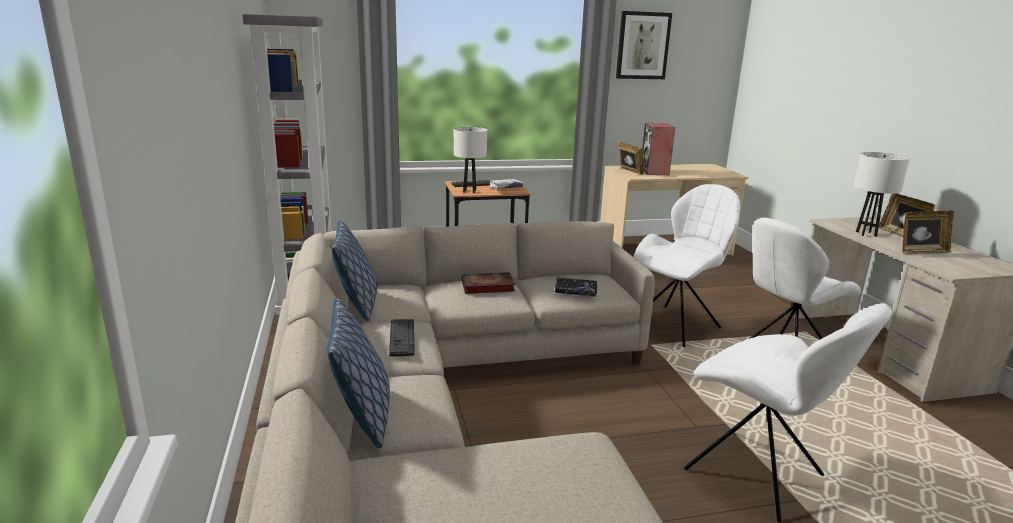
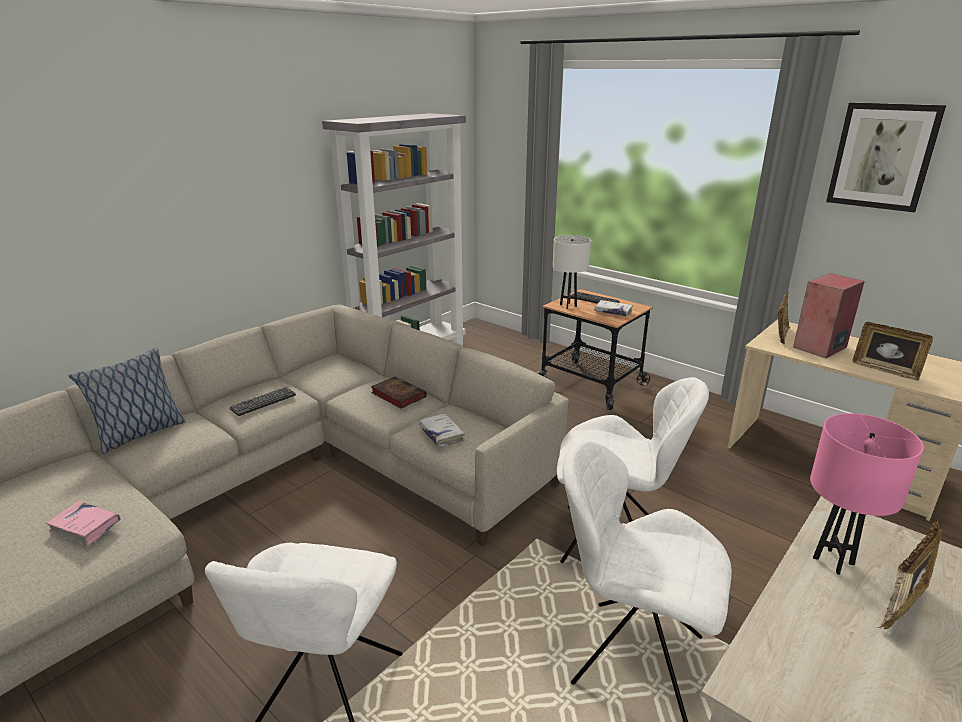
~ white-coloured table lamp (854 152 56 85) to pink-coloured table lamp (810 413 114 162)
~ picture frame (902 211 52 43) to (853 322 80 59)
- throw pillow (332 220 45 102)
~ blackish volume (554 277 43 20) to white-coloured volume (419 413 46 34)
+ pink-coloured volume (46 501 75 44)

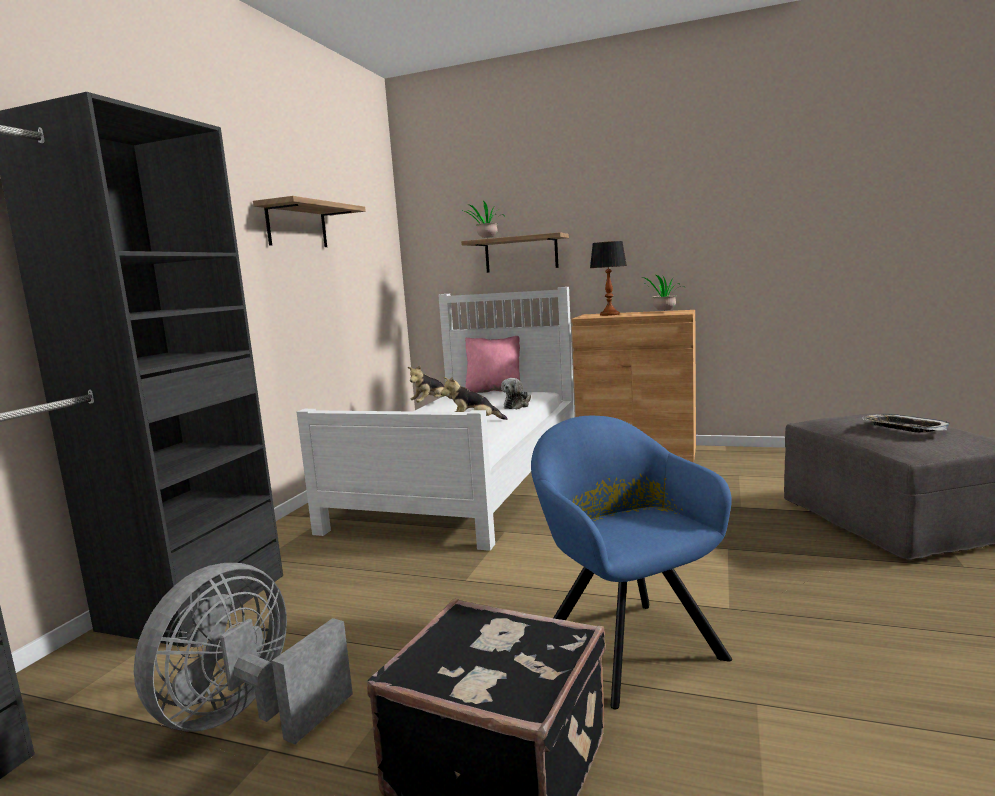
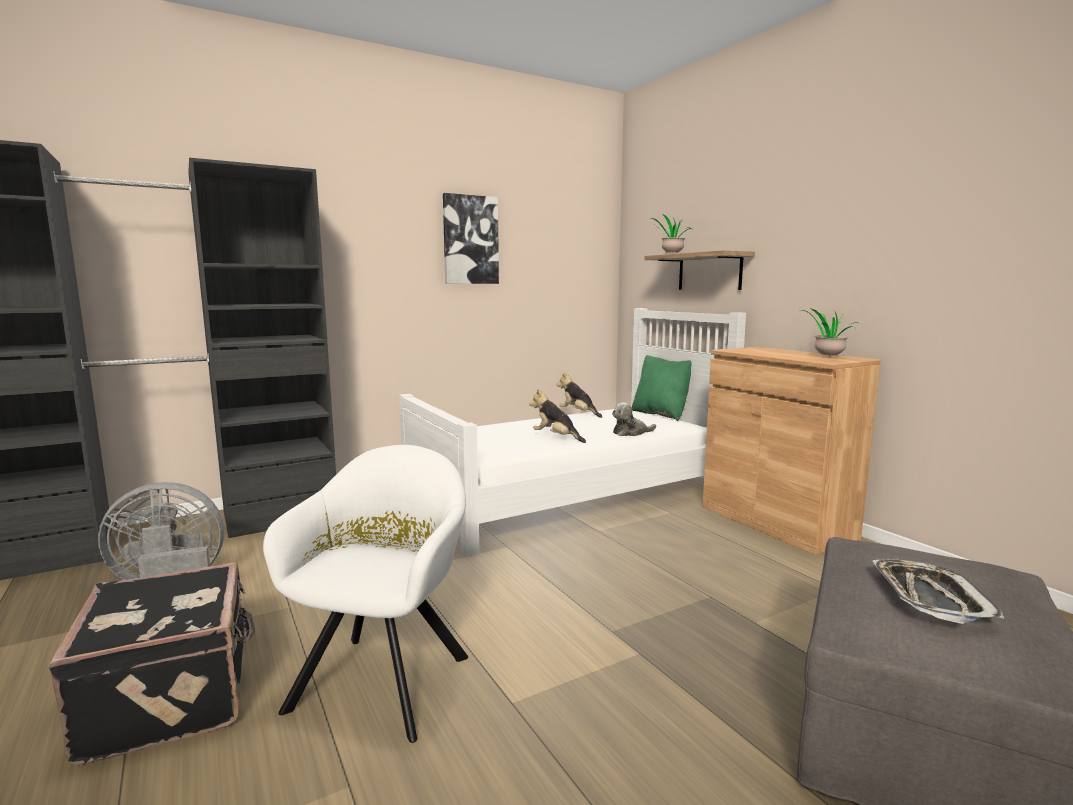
~ shelf (253 196 113 51) to wall art (443 193 56 91)
- table lamp (590 241 37 75)
~ pink-coloured throw pillow (465 336 55 57) to green throw pillow (632 355 60 66)
~ plush toy (408 365 44 38) = (556 373 46 45) 45 degrees clockwise
~ blue easy chair (531 416 201 293) to white-coloured easy chair (263 445 205 298)

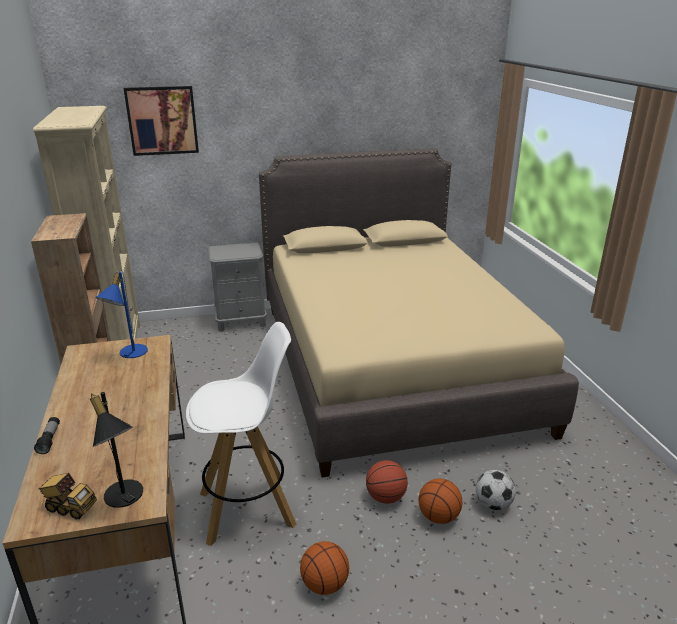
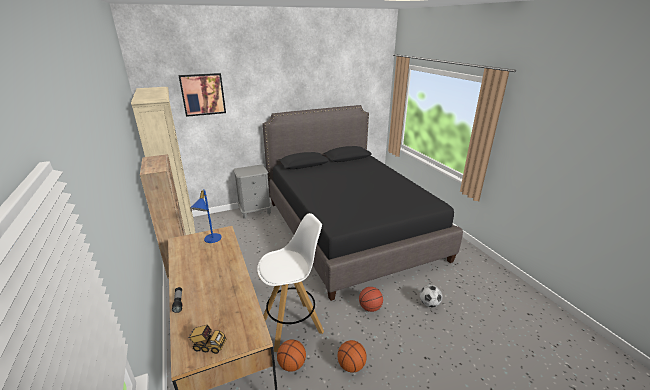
~ beige sleeping bed (259 148 320 330) to blackish sleeping bed (262 105 201 196)
- blackish table lamp (90 392 53 116)
~ ball for basketball (419 478 43 46) to (277 339 29 33)

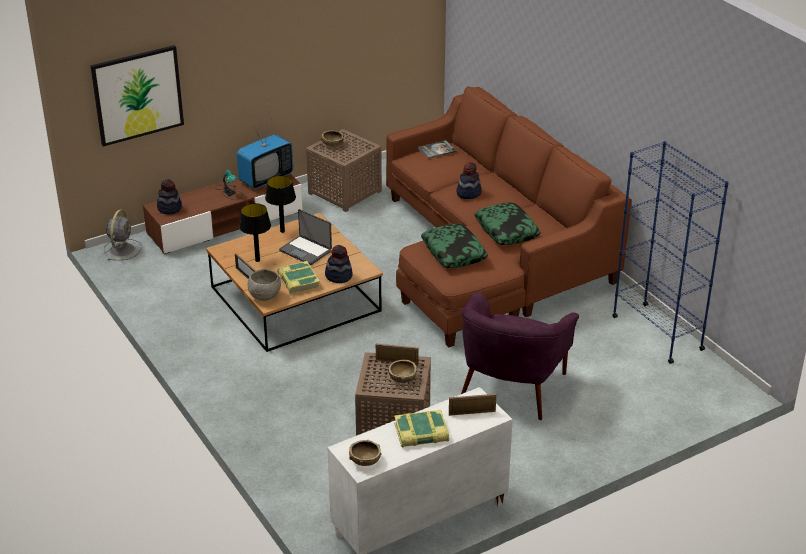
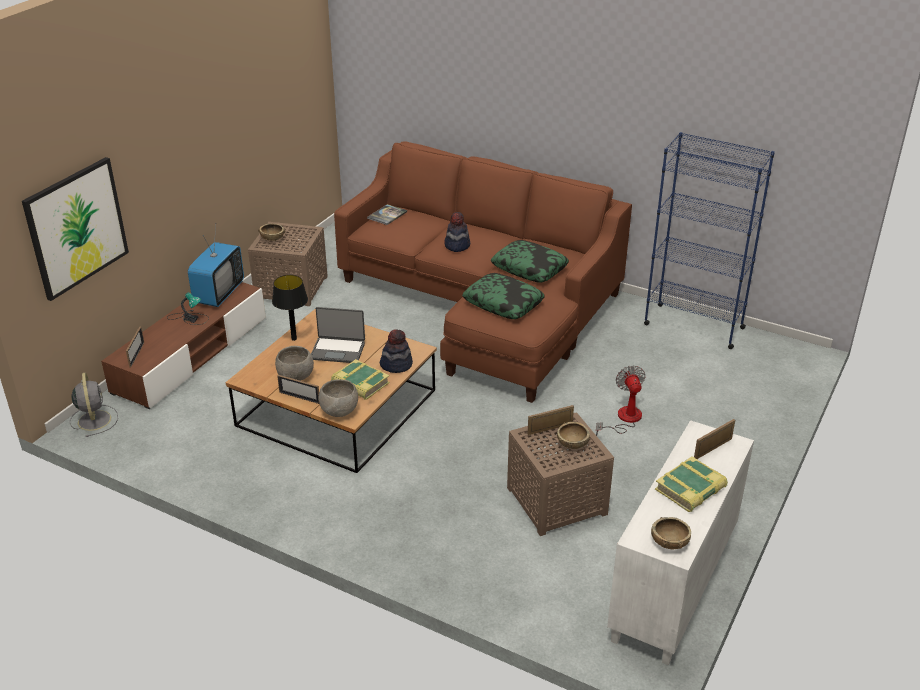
~ clothing hat (157 179 25 36) to picture frame (126 327 18 40)
~ blackish table lamp (239 203 32 59) to gray serving bowl (275 346 39 35)
~ purple-coloured easy chair (461 292 118 128) to electric fan (596 365 50 71)

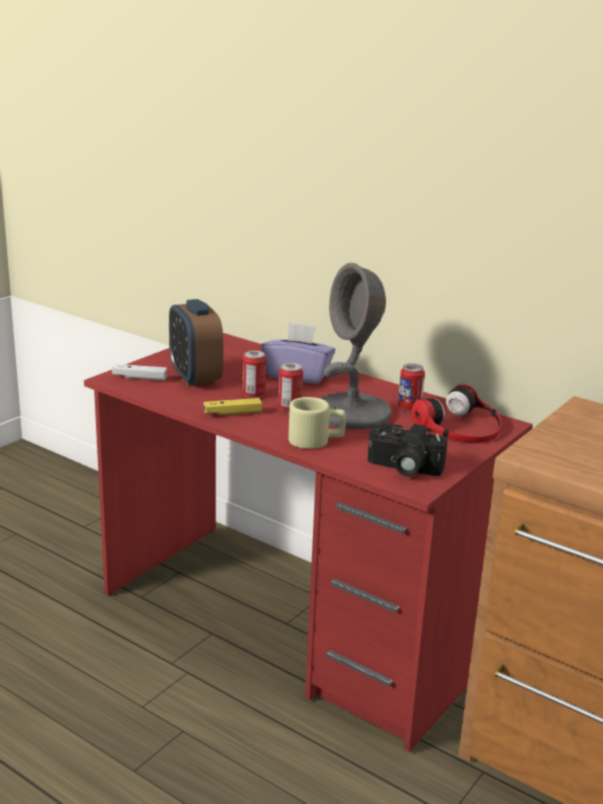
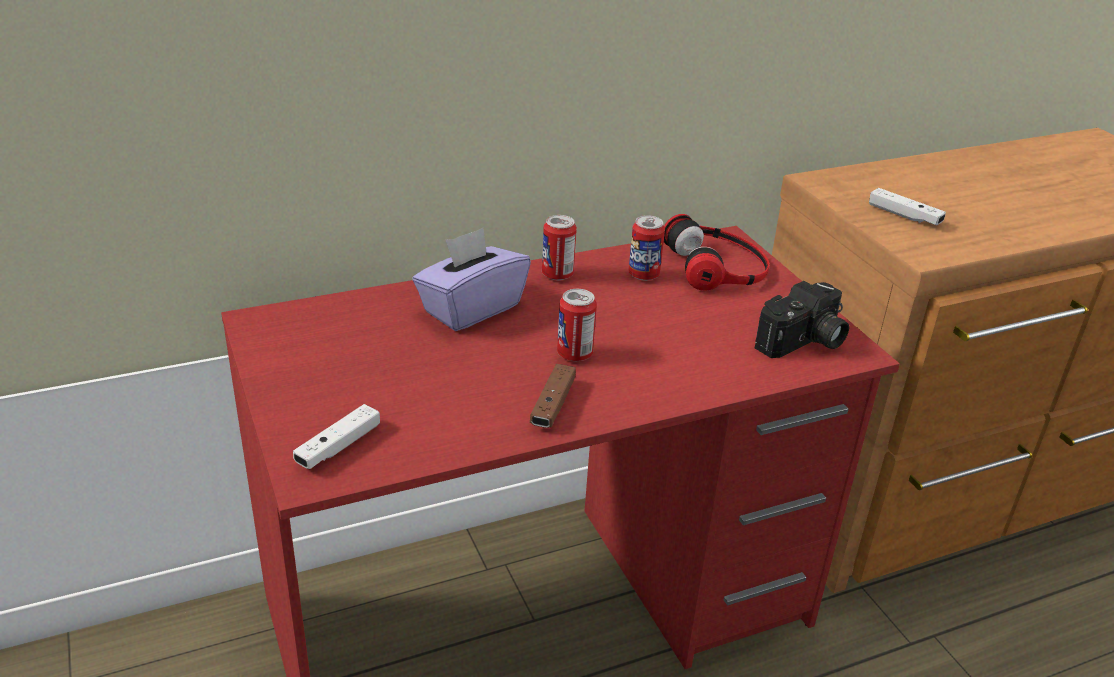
- gray table lamp (320 263 71 166)
- bedside clock (169 299 54 87)
~ metal can (242 351 24 47) to (542 215 35 65)
- beige coffee mug (288 397 58 52)
~ yellow gamepad (203 398 59 18) to brownish gamepad (530 364 46 64)
+ white-coloured gamepad (869 188 77 37)

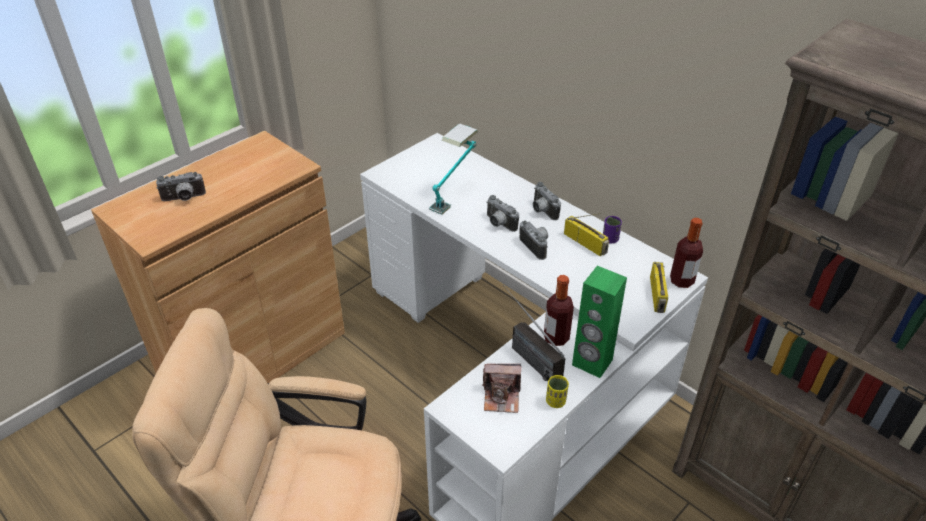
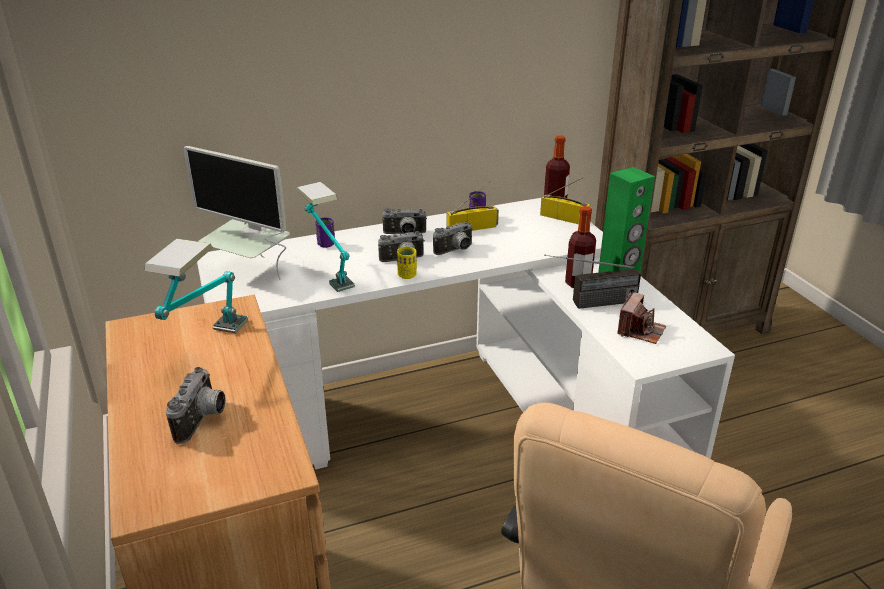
~ still camera (520 221 28 39) = (433 221 40 34) 150 degrees clockwise
~ yellow cup (546 375 23 33) to (397 247 20 32)
+ monitor (184 146 106 134)
+ purple-coloured cup (315 217 20 31)
+ table lamp (144 239 104 95)

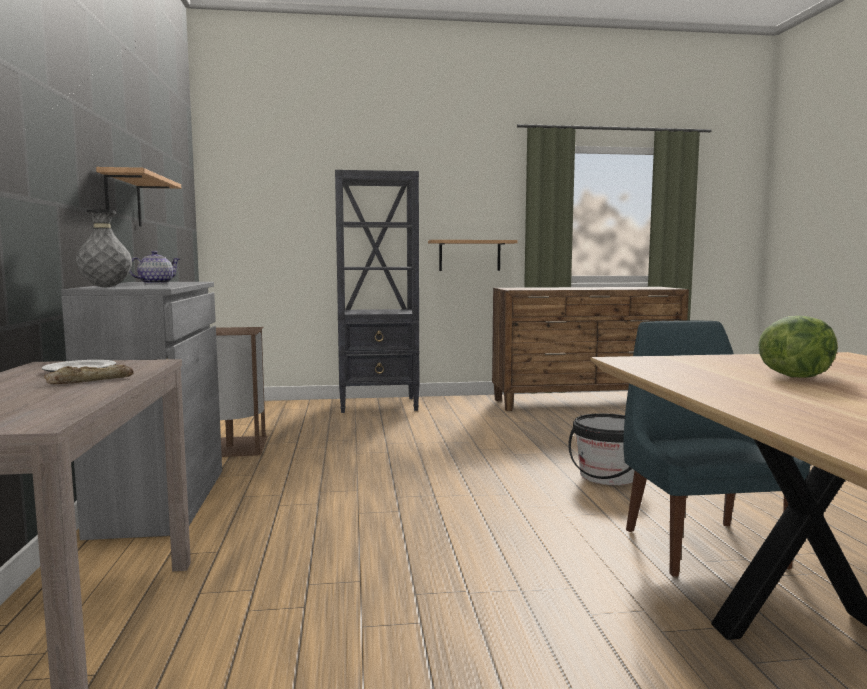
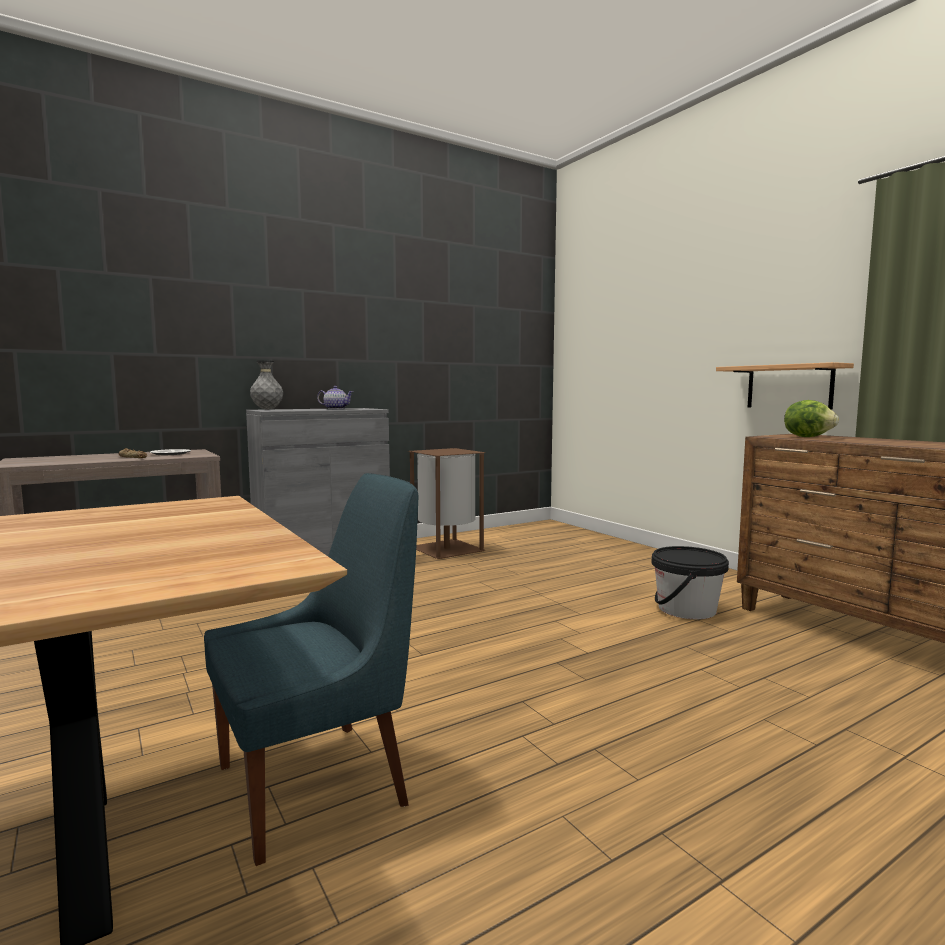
- shelf (96 167 85 60)
- blackish bookshelf (335 170 85 243)
~ lettuce head (758 316 80 62) to (784 400 55 37)
~ blackish water bucket (568 413 67 72) to (651 546 78 73)

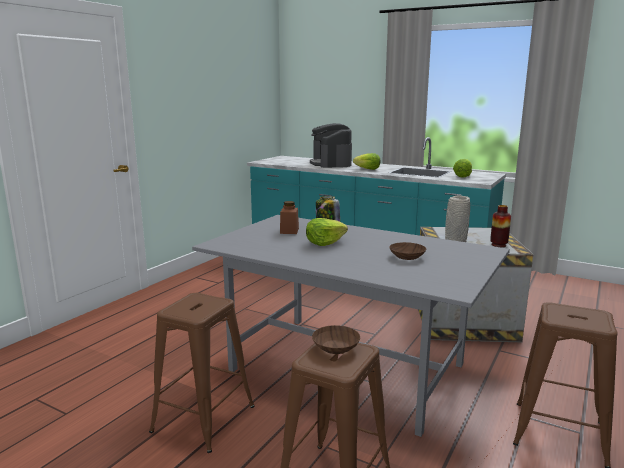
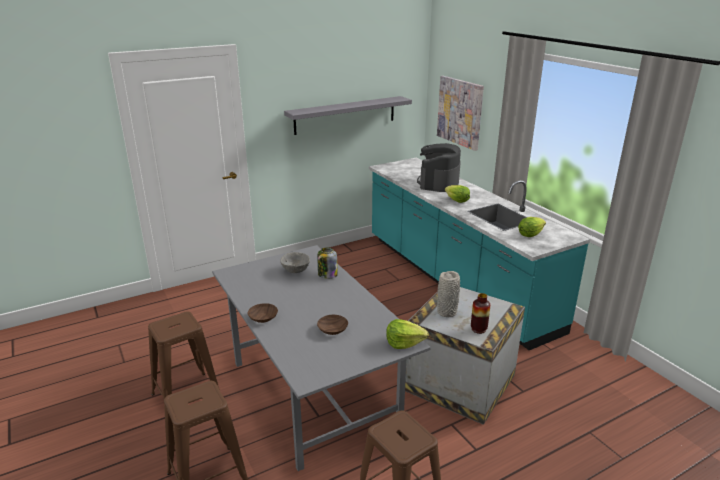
~ brownish storage jar (280 201 19 33) to gray serving bowl (280 252 30 21)
~ lettuce head (306 218 42 28) to (386 319 43 30)
~ brownish serving bowl (312 325 48 29) to (248 303 30 20)
+ wall art (437 76 47 75)
+ gray shelf (284 96 128 39)

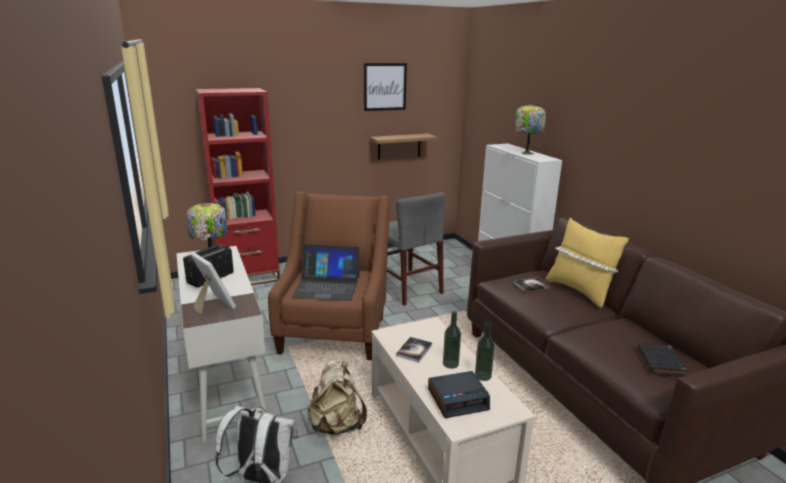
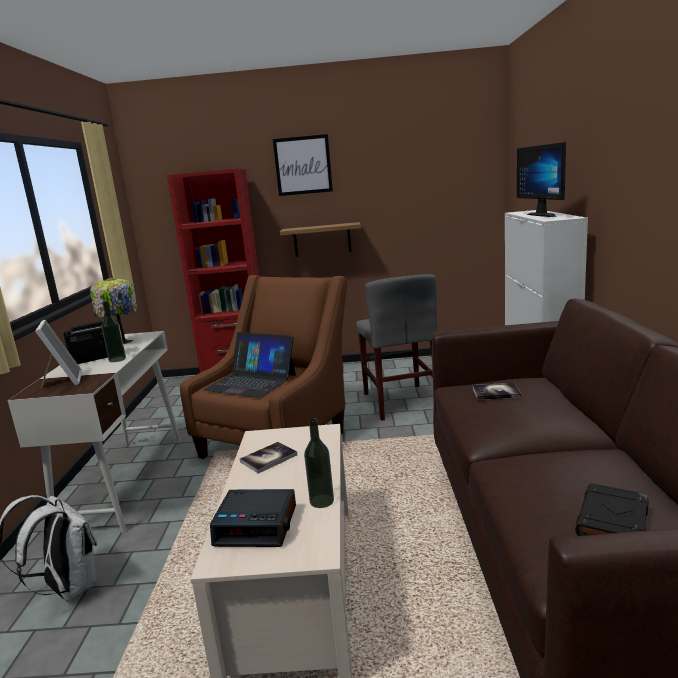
~ wall art (364 63 43 48) to (273 134 60 62)
~ table lamp (514 104 32 51) to monitor (517 142 49 75)
~ shelf (370 134 67 26) to (280 222 81 35)
- yellow throw pillow (545 218 84 90)
~ drink bottle (443 311 18 58) to (102 301 24 61)
- beige knapsack (308 360 59 75)

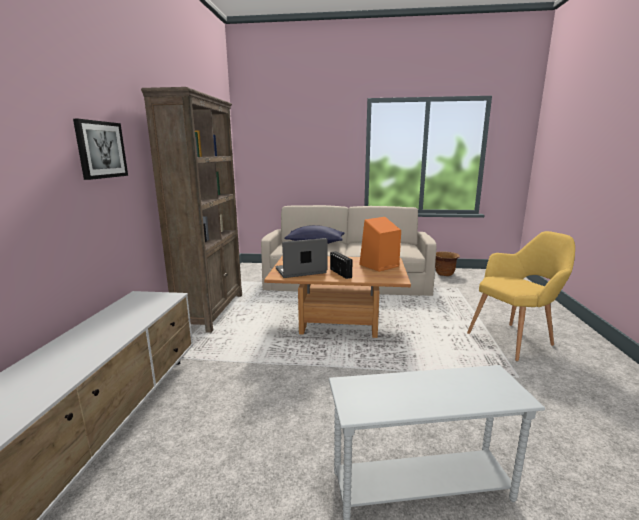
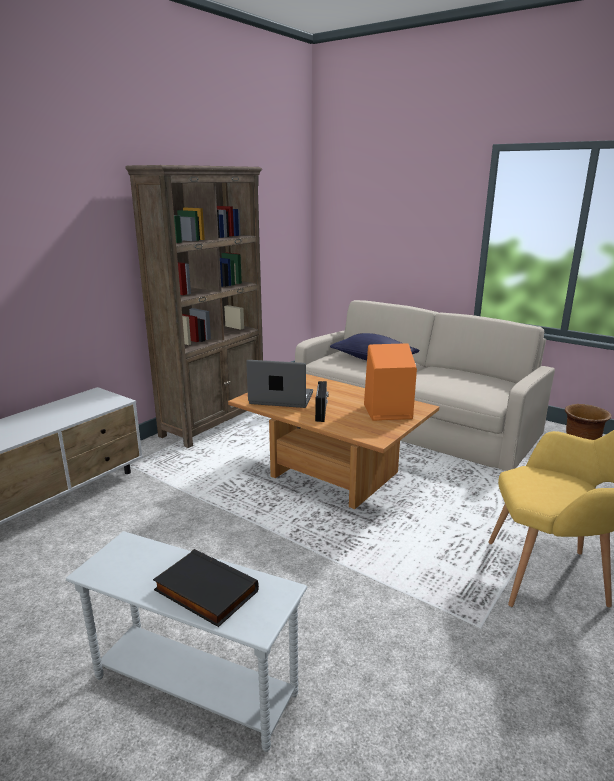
- wall art (73 119 55 61)
+ blackish volume (153 549 106 78)

